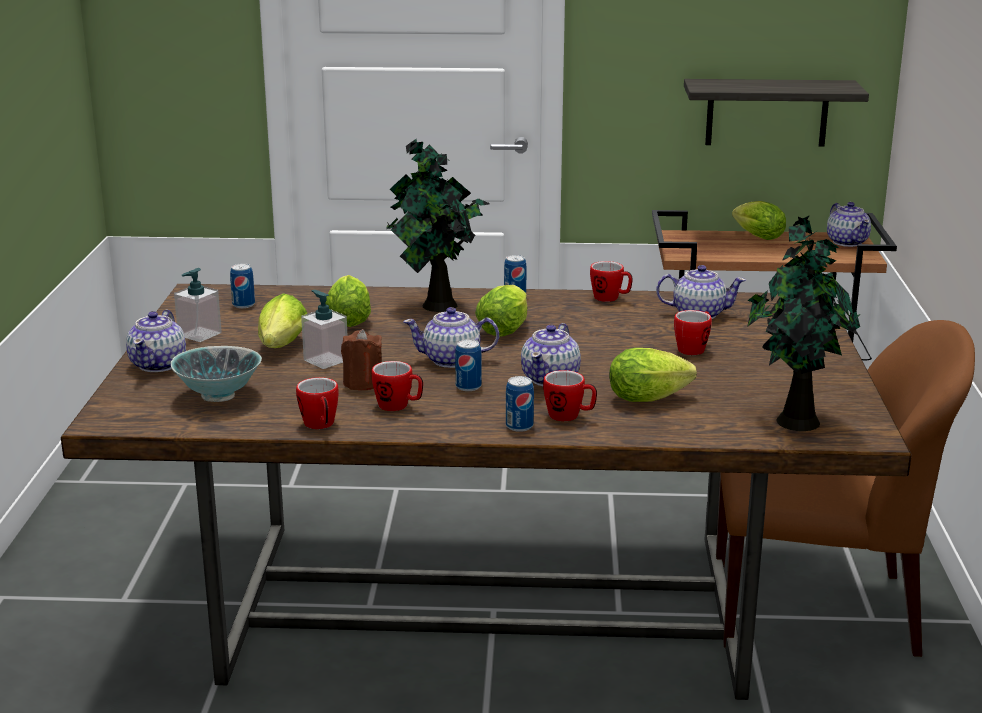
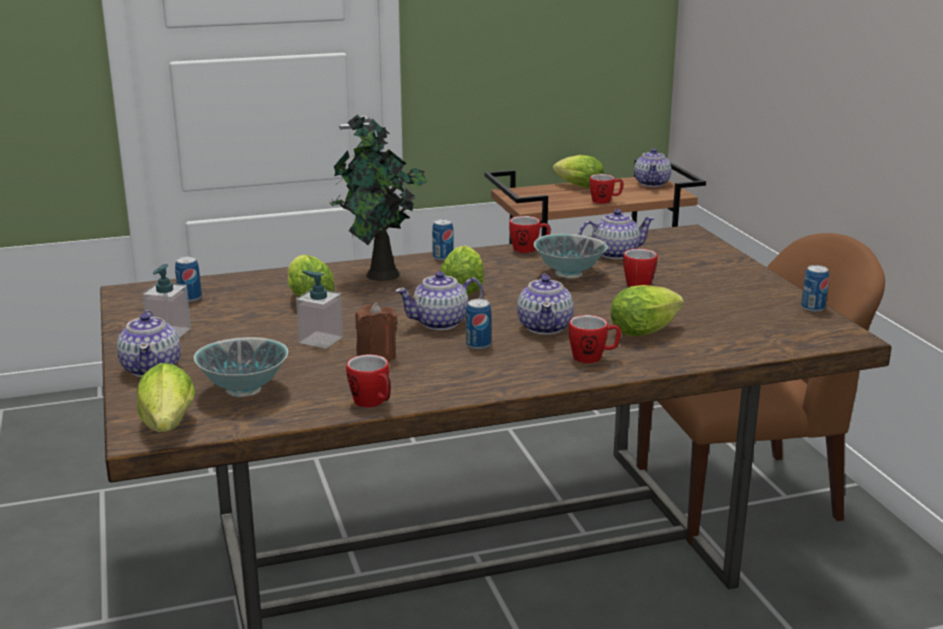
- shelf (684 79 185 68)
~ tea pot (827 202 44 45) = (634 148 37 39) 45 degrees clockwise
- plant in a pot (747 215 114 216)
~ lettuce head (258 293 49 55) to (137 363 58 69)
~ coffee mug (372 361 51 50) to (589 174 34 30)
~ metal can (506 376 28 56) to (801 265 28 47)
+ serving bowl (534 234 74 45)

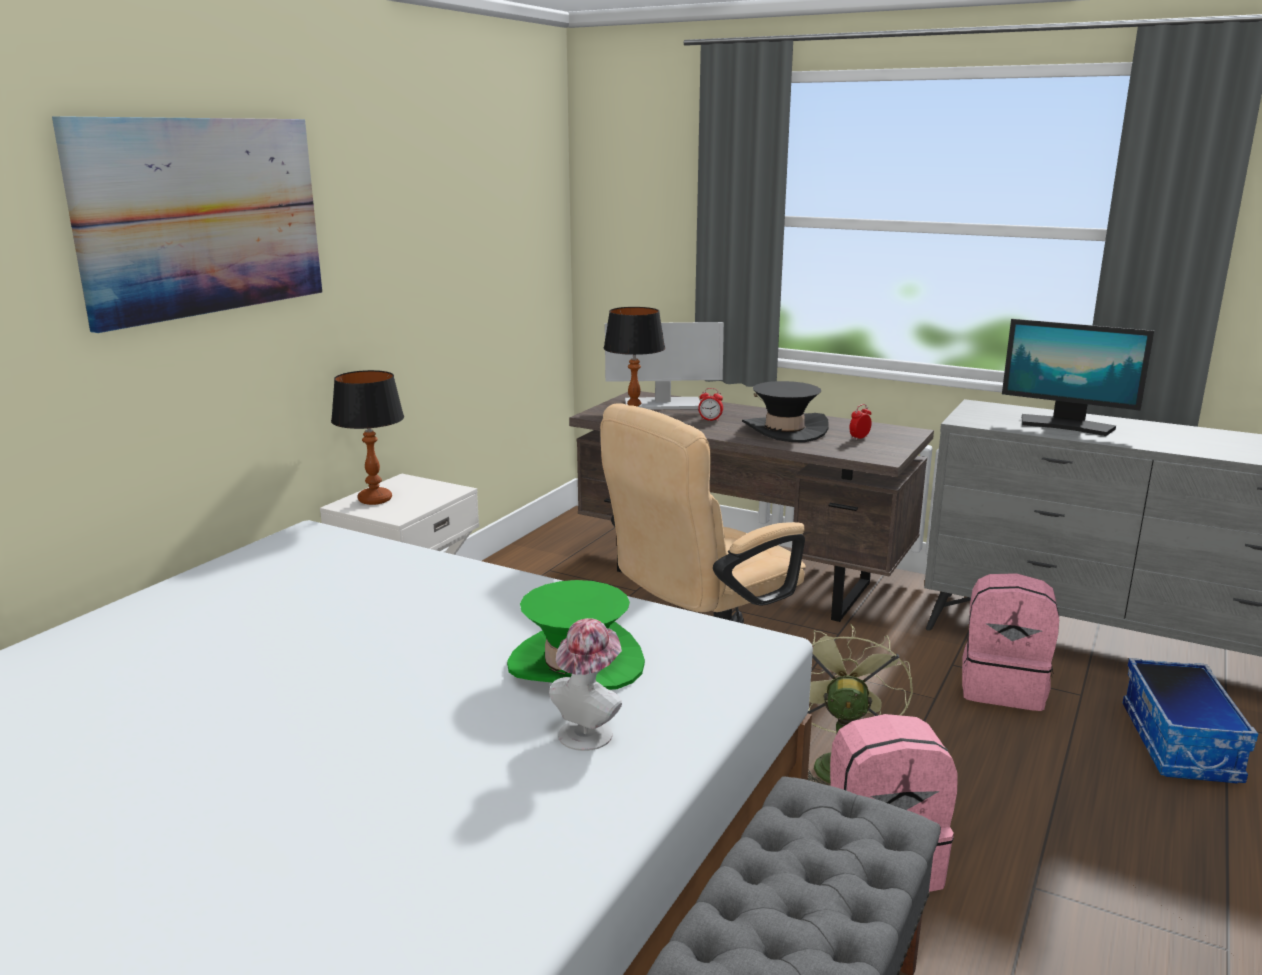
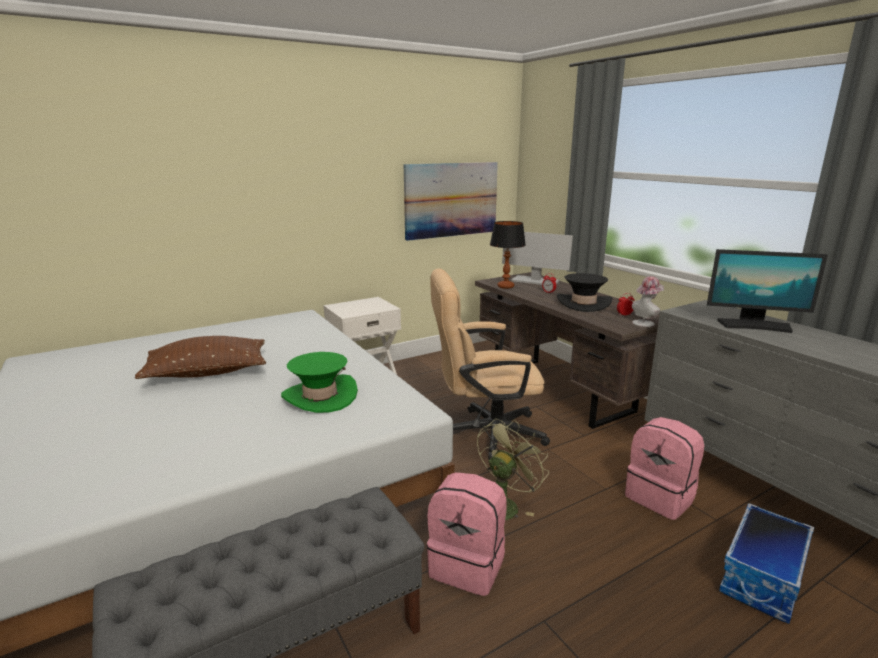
~ wall art (52 116 270 217) to (404 162 94 79)
~ monitor (1002 319 152 117) = (707 249 121 84) 45 degrees counterclockwise
- table lamp (331 370 73 135)
~ clothing hat (549 618 73 133) to (632 276 32 51)
+ brownish throw pillow (135 336 131 43)

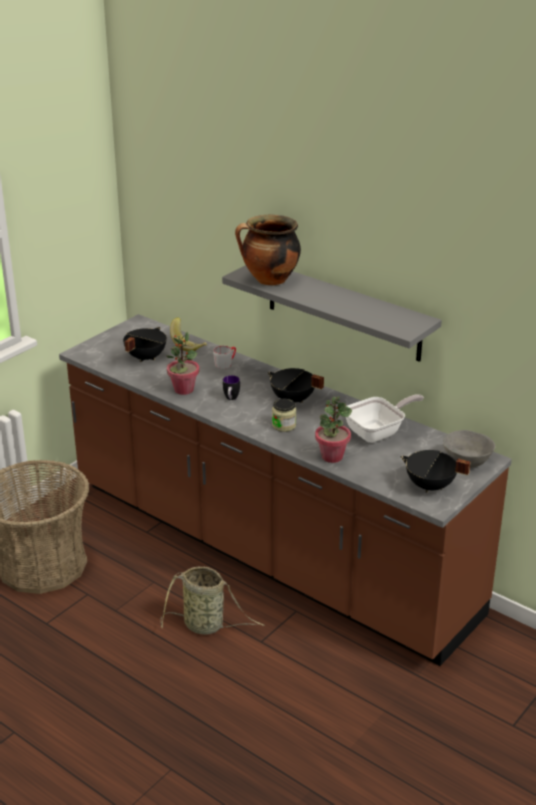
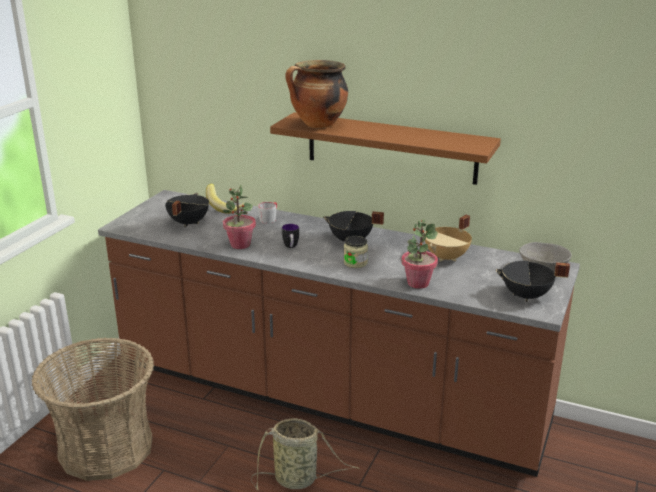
~ gray shelf (222 265 220 97) to brownish shelf (270 112 231 73)
~ frying pan (346 394 78 49) to beige cooking pot (425 215 47 47)

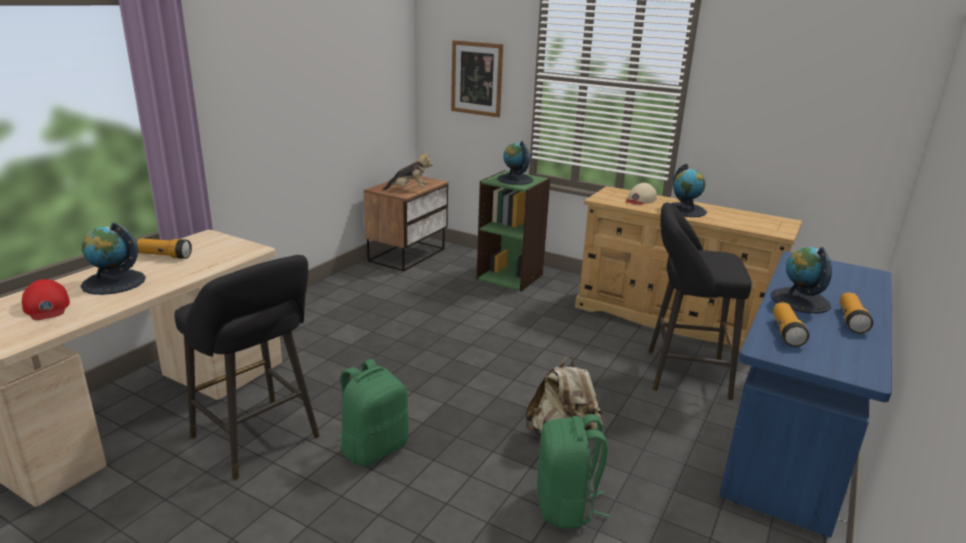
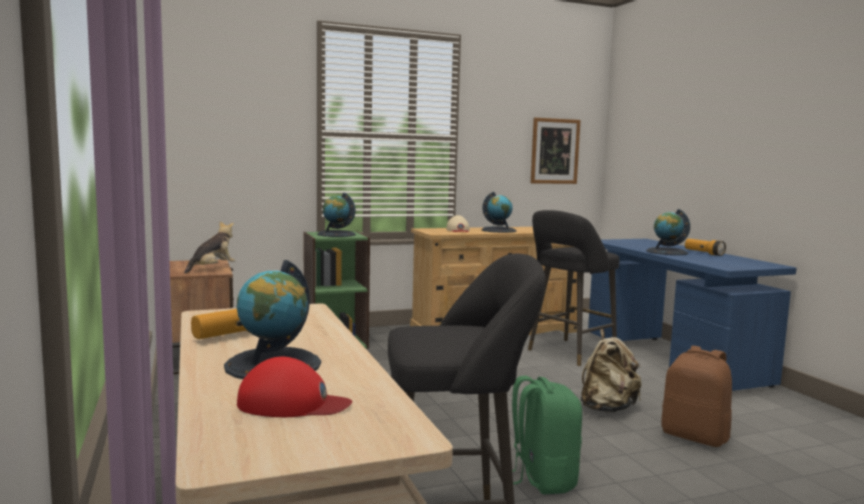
~ wall art (451 40 52 77) to (531 118 50 66)
- flashlight (773 302 36 45)
~ green knapsack (537 414 73 114) to brownish knapsack (661 346 71 101)

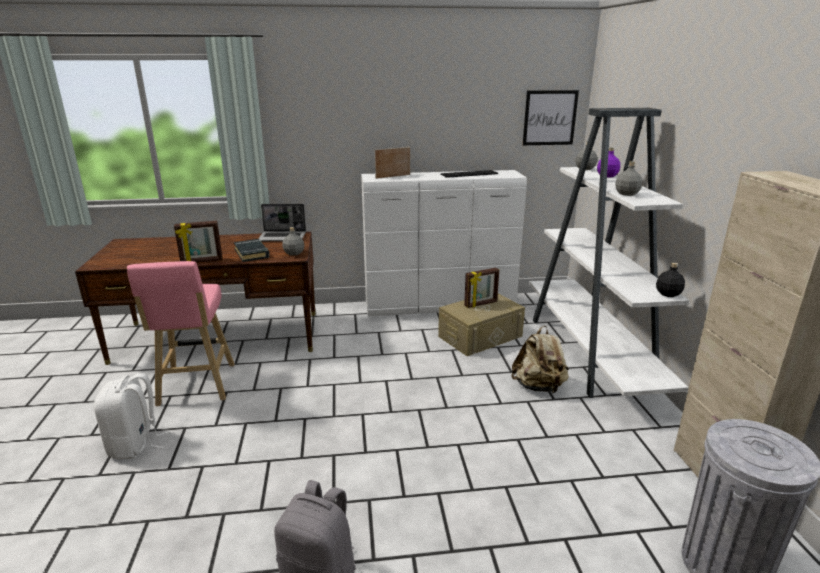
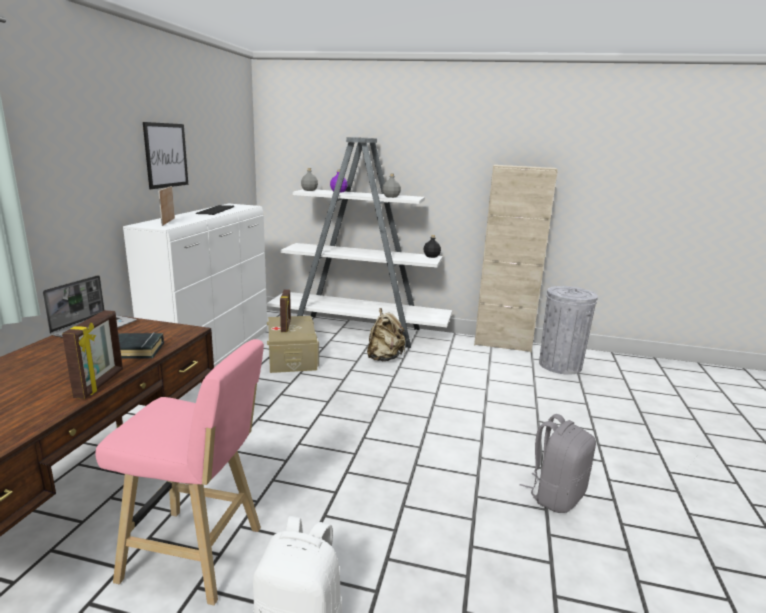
~ wall art (523 90 56 55) to (143 122 45 67)
- gray drink bottle (282 227 23 29)

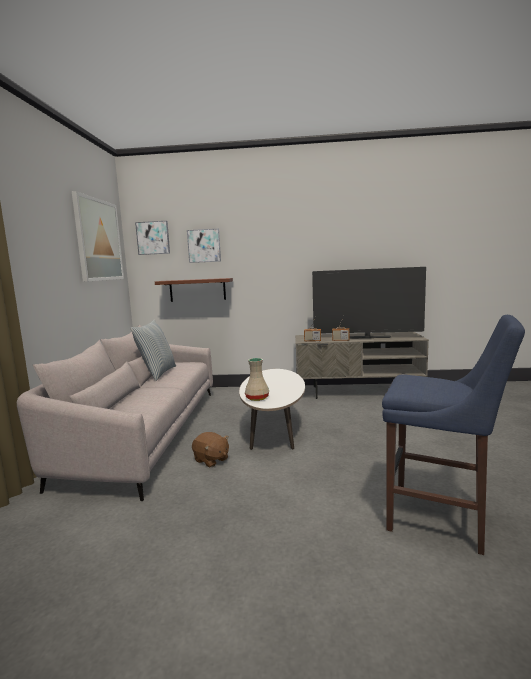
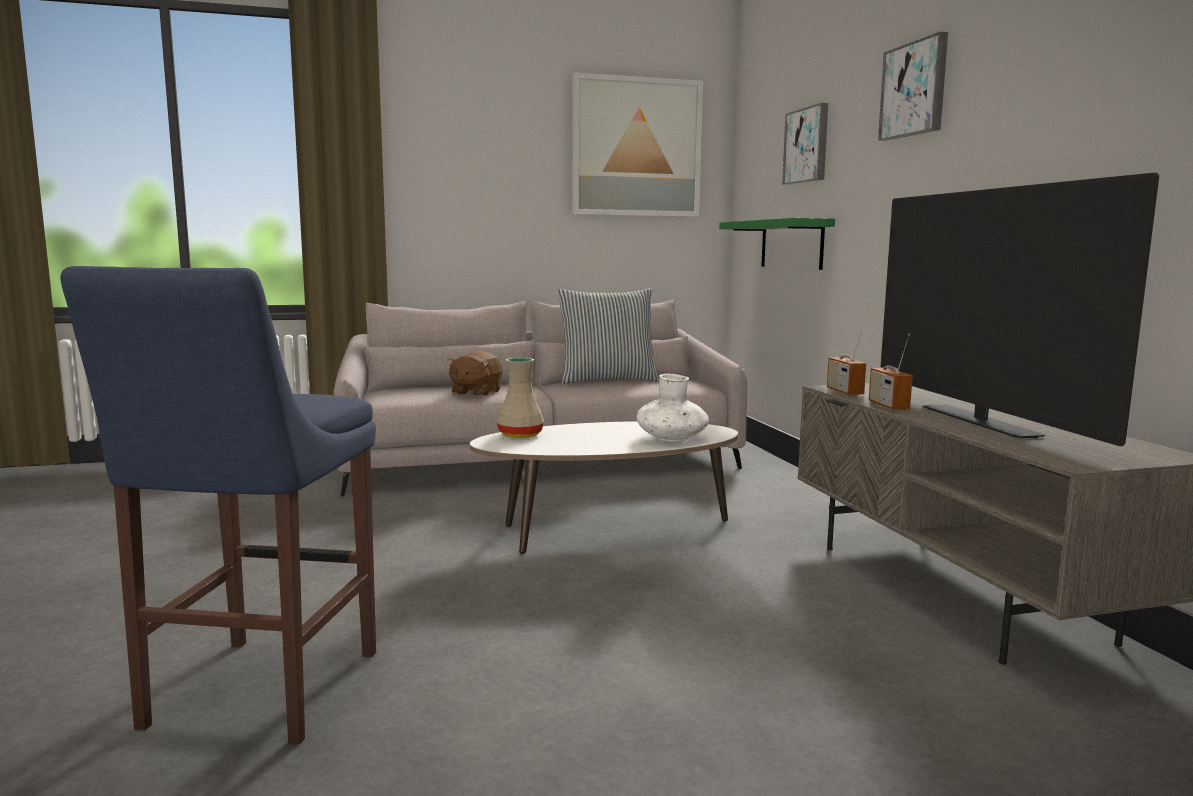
~ wall art (135 221 35 34) to (878 32 70 109)
~ brownish shelf (155 278 78 24) to green shelf (719 218 116 52)
~ brownish plush toy (192 432 37 35) to (447 351 56 46)
+ white-coloured vase (637 374 72 68)

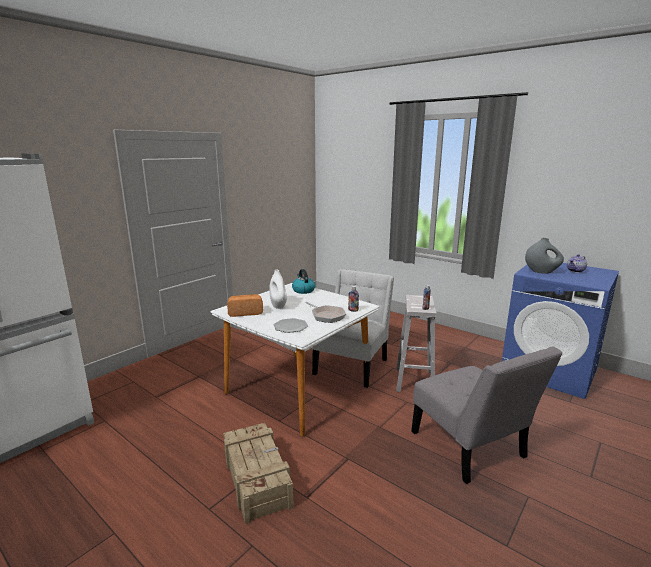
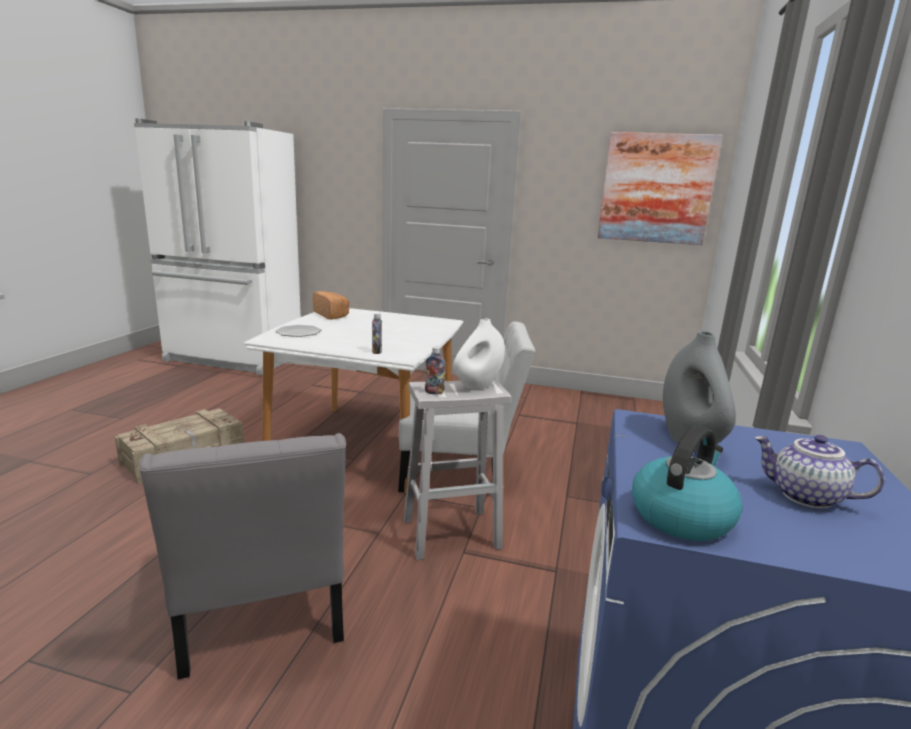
~ white-coloured vase (269 269 18 40) to (453 319 52 70)
~ tea kettle (292 269 23 25) to (632 426 111 115)
- frying pan (305 302 41 21)
~ gray chair (411 346 152 138) = (139 433 207 246) 60 degrees counterclockwise
+ wall art (598 132 124 113)

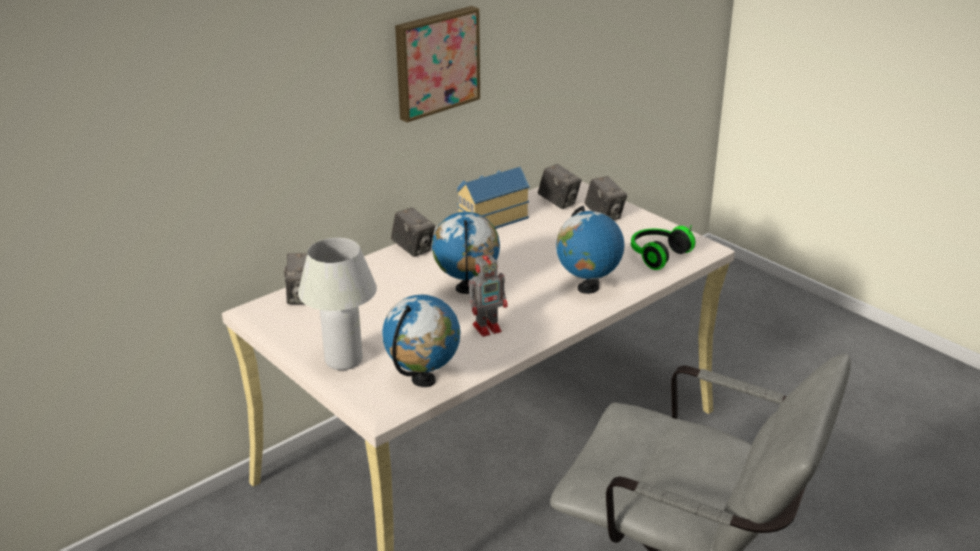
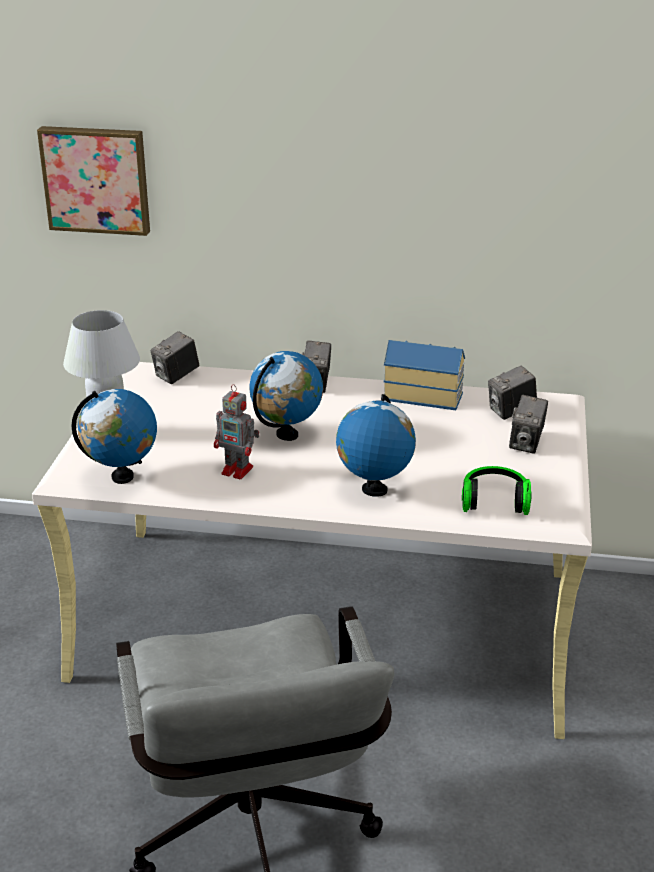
~ wall art (395 6 85 117) to (37 126 113 110)
~ still camera (538 164 44 45) = (488 365 49 55) 60 degrees clockwise

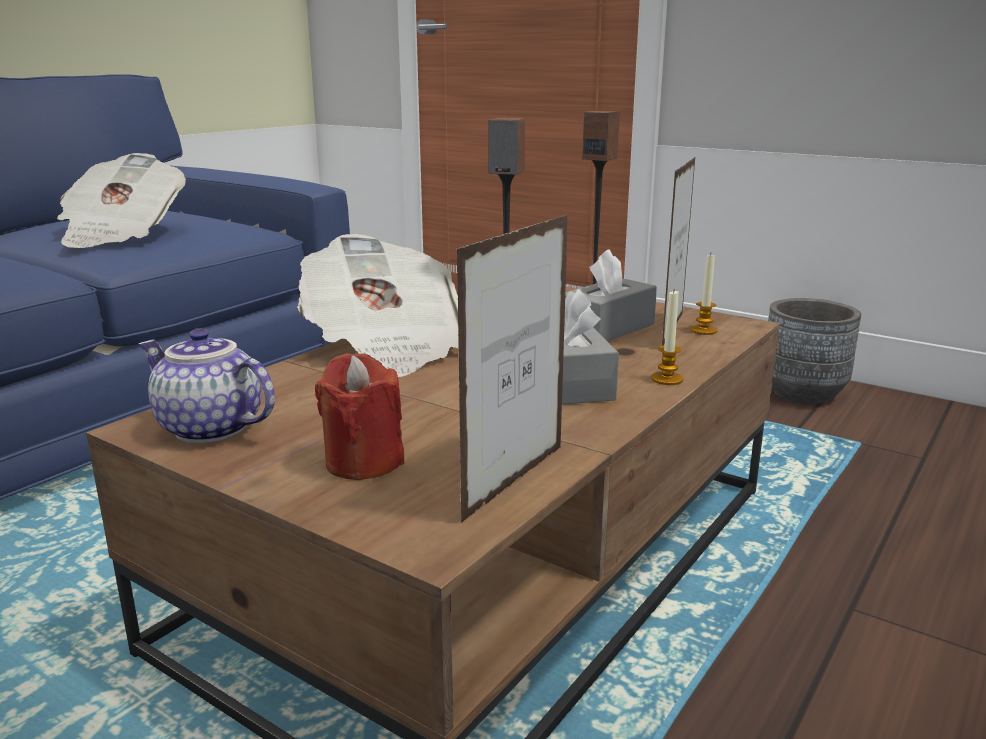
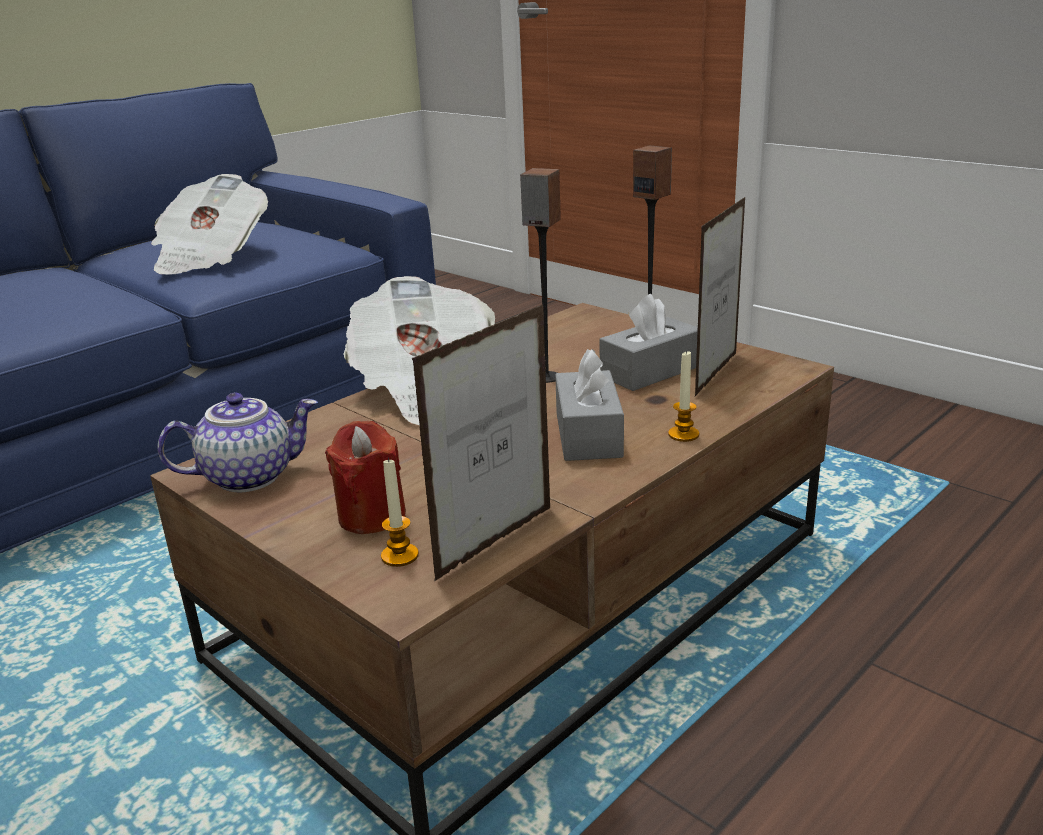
~ wax light (690 254 28 81) to (381 457 38 110)
- gray plant pot (768 298 93 106)
~ tea pot (138 328 137 115) = (158 392 160 100) 120 degrees clockwise

